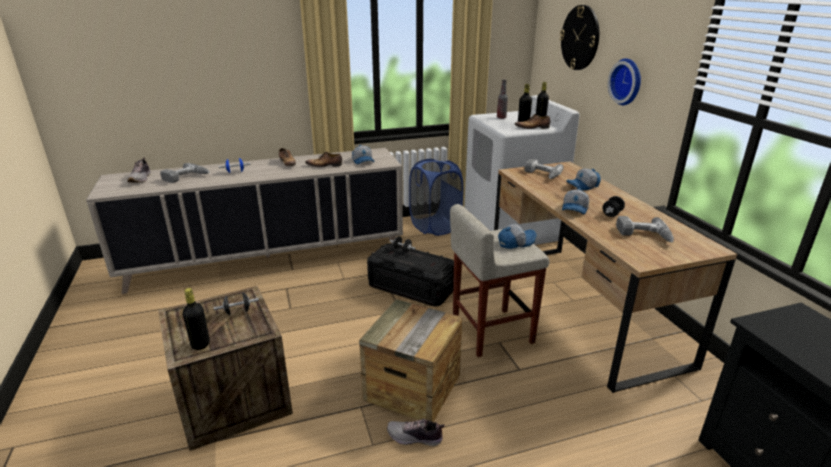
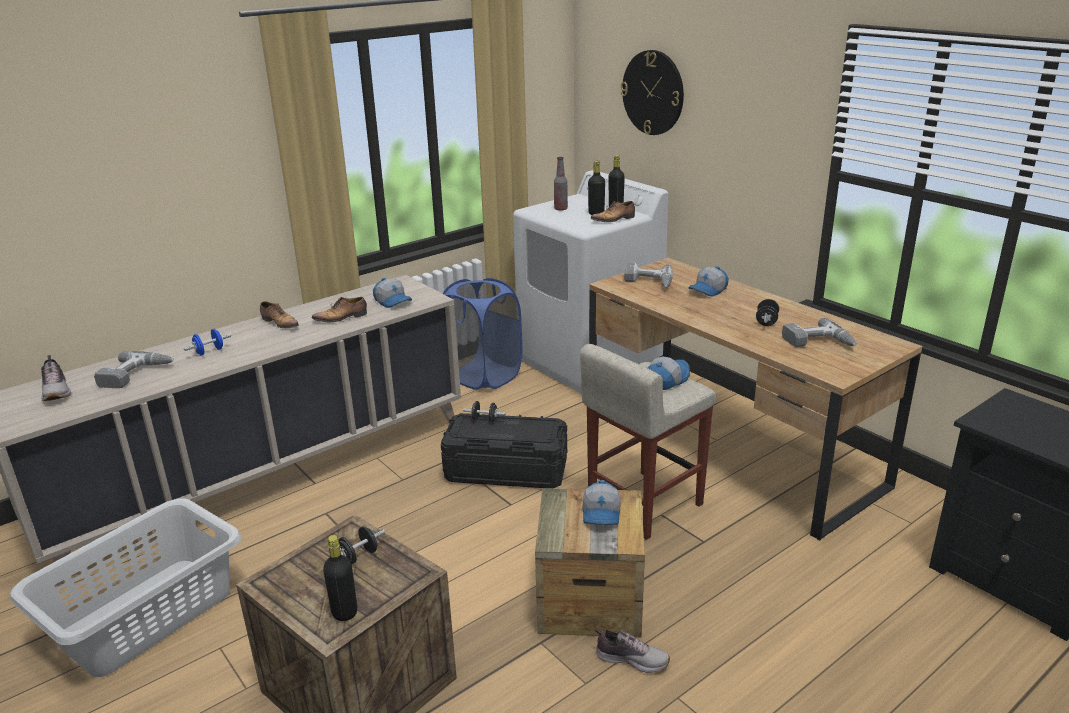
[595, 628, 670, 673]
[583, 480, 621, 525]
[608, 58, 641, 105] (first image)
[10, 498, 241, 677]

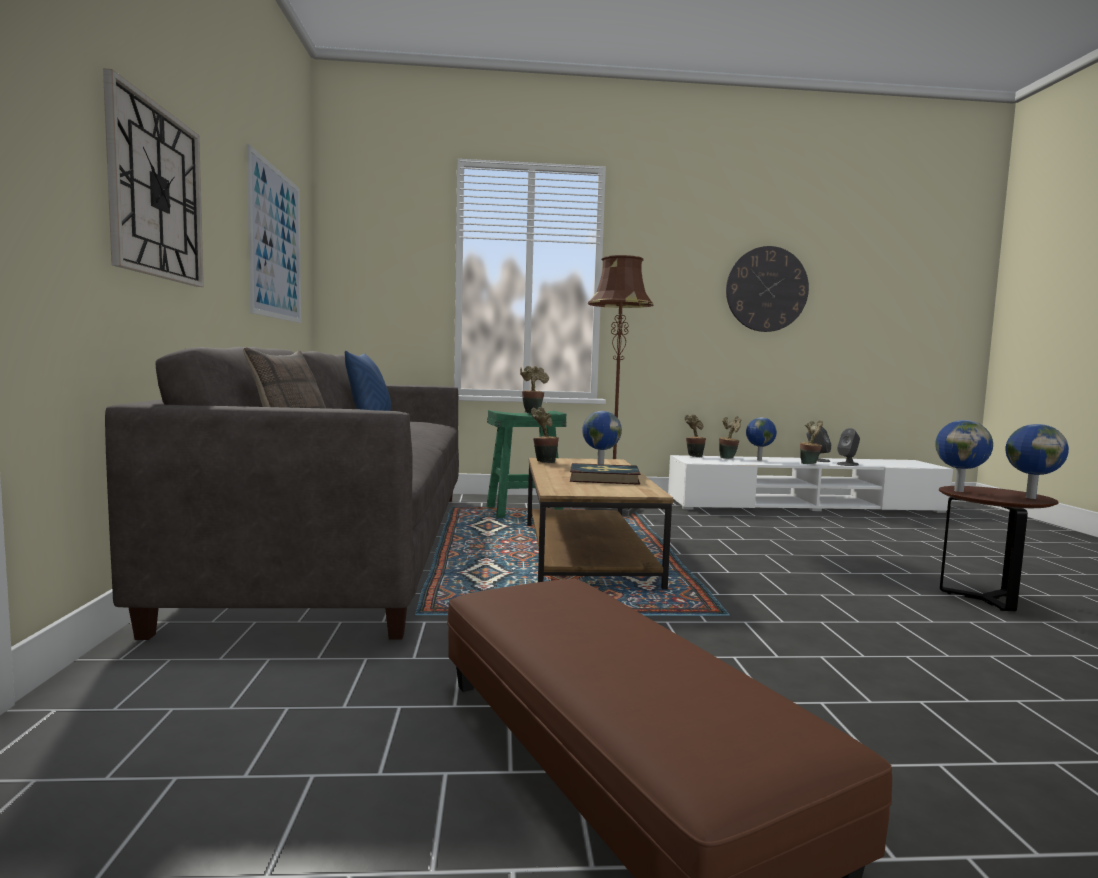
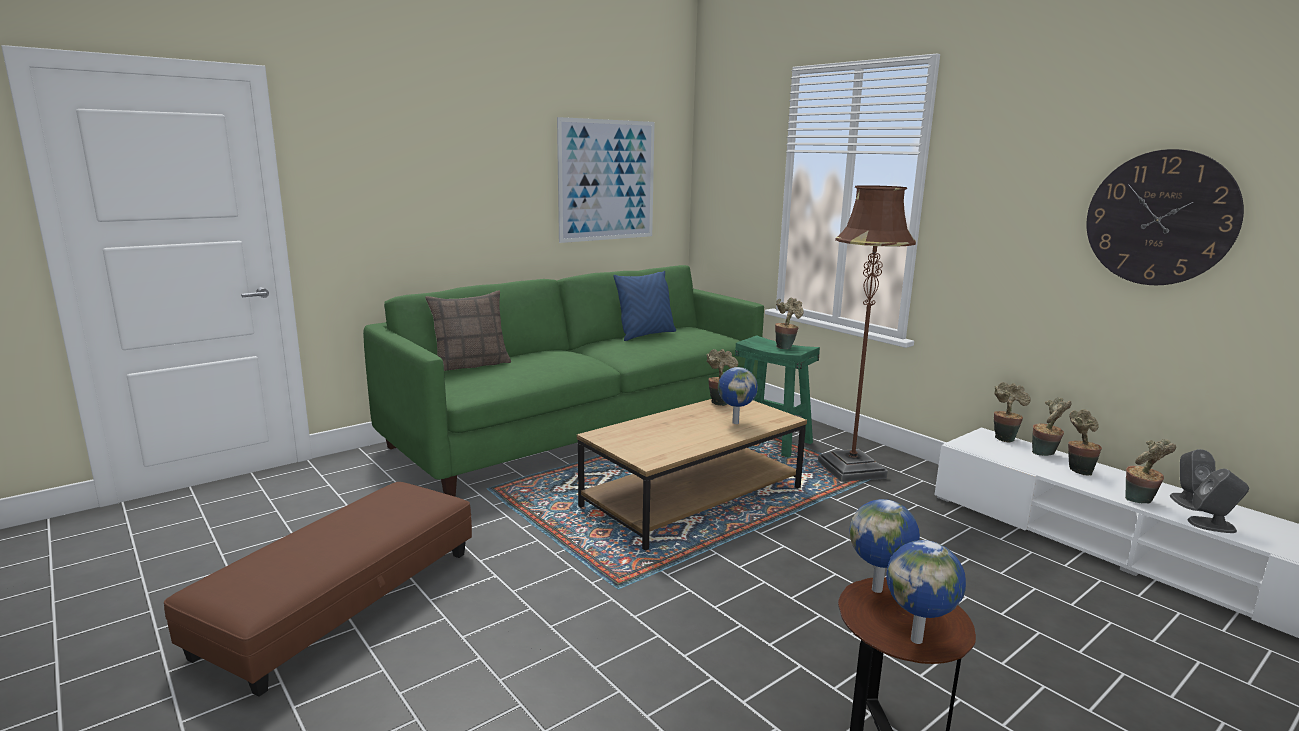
[103, 68, 204, 287] (first image)
[363, 265, 764, 496]
[570, 463, 641, 485] (first image)
[1068, 409, 1102, 476]

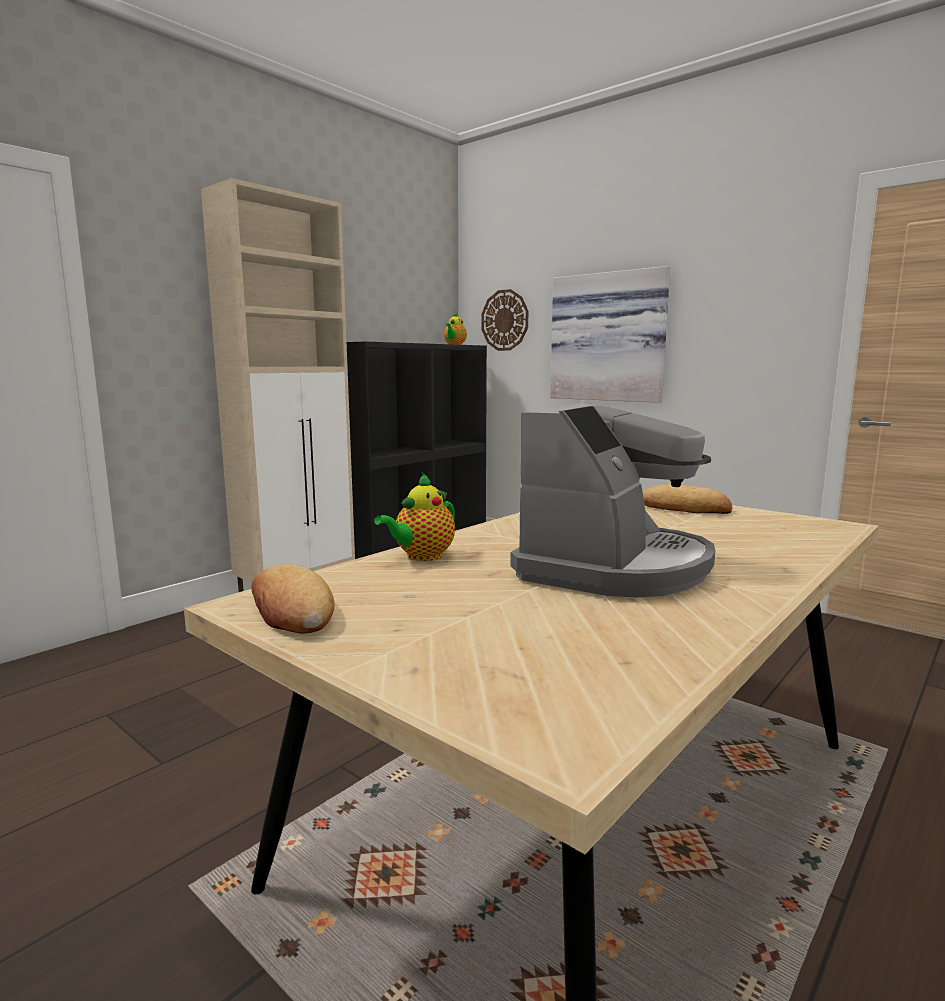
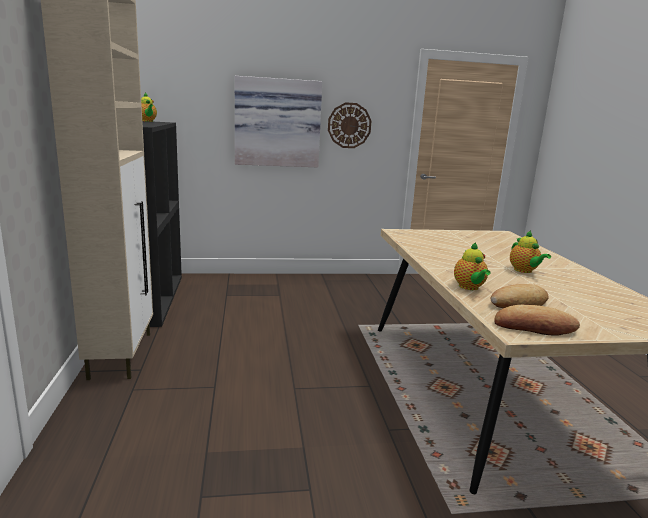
[328, 102, 371, 148]
[510, 231, 551, 273]
[490, 284, 549, 308]

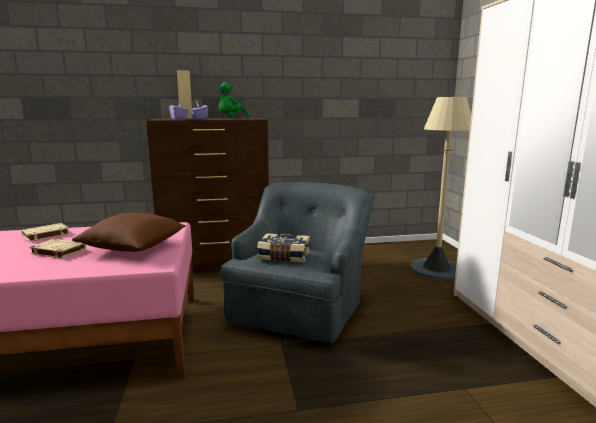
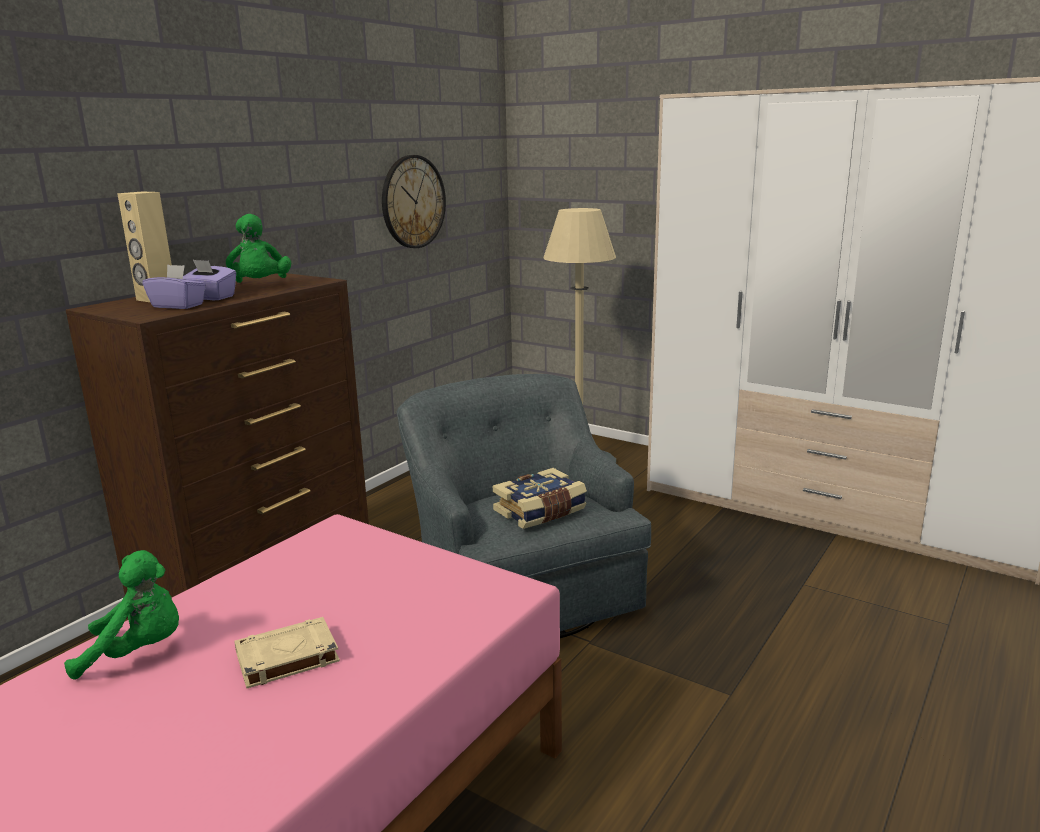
[64, 550, 179, 680]
[72, 213, 186, 252] (first image)
[382, 155, 446, 248]

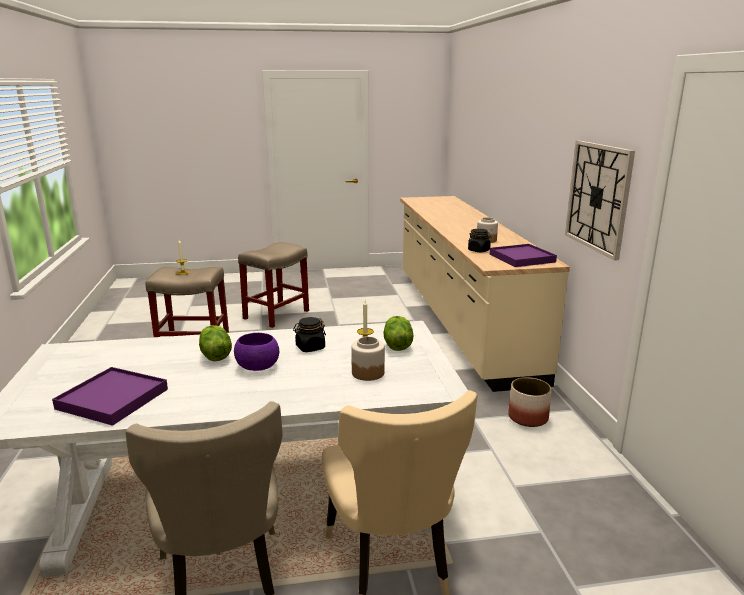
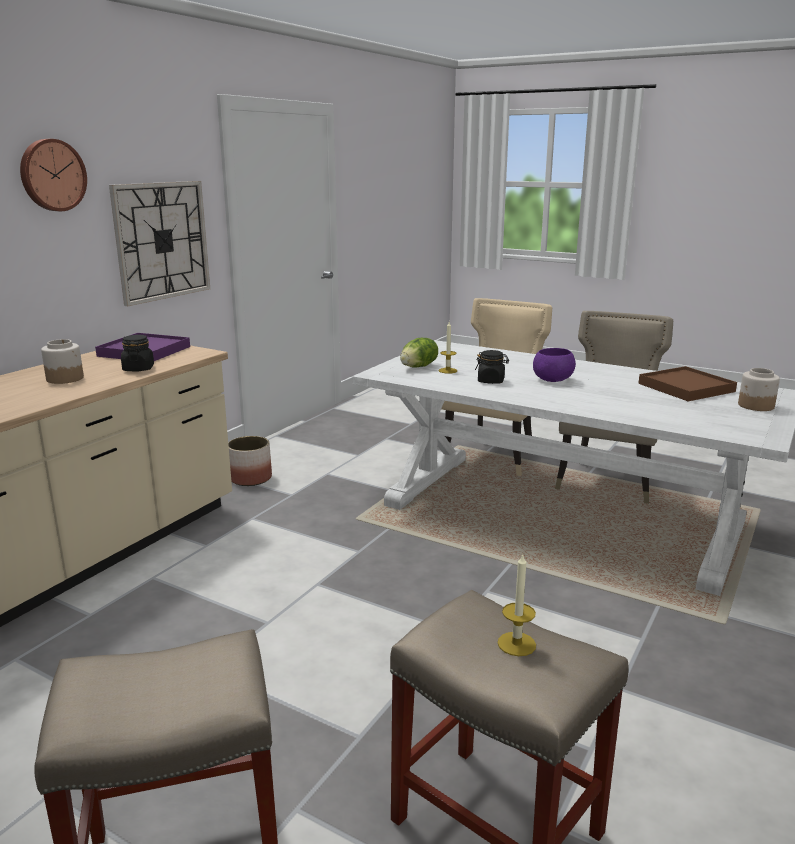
[638, 366, 737, 401]
[199, 325, 232, 361] (first image)
[738, 368, 780, 411]
[20, 139, 87, 211]

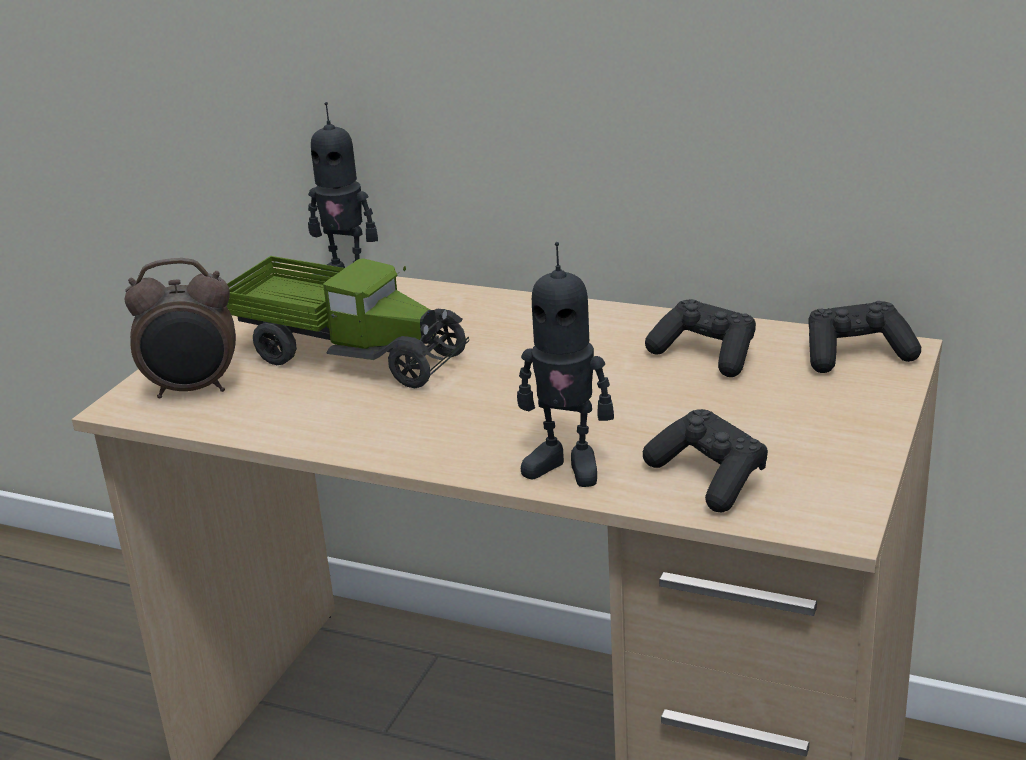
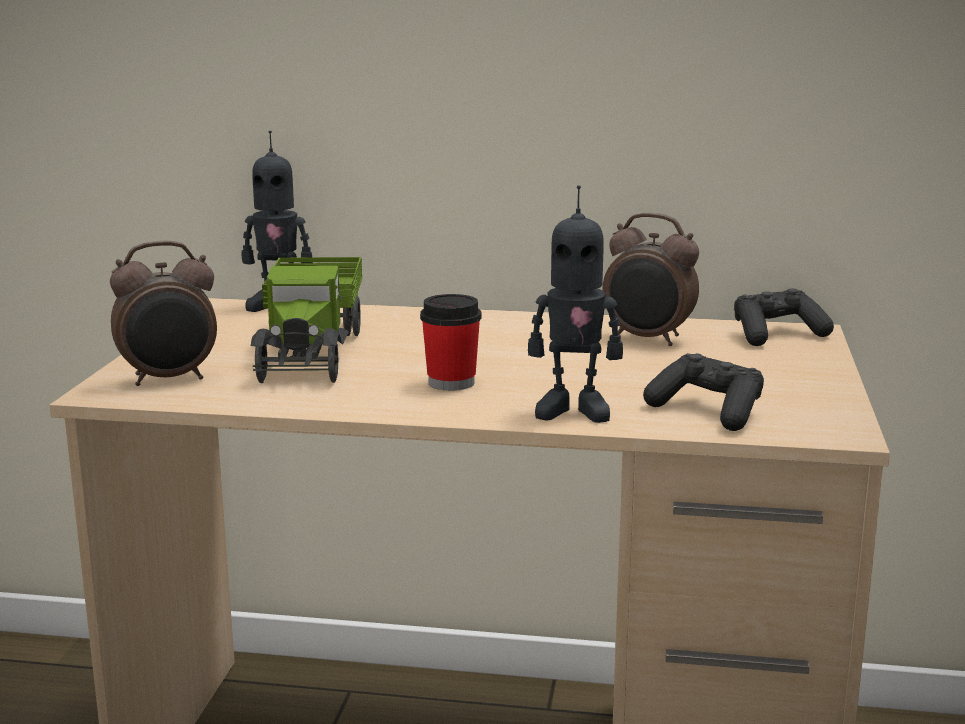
[251, 257, 362, 383]
[602, 213, 699, 346]
[420, 294, 482, 391]

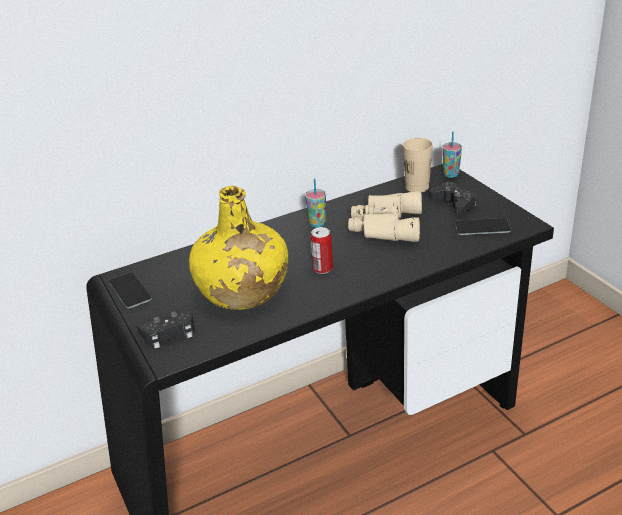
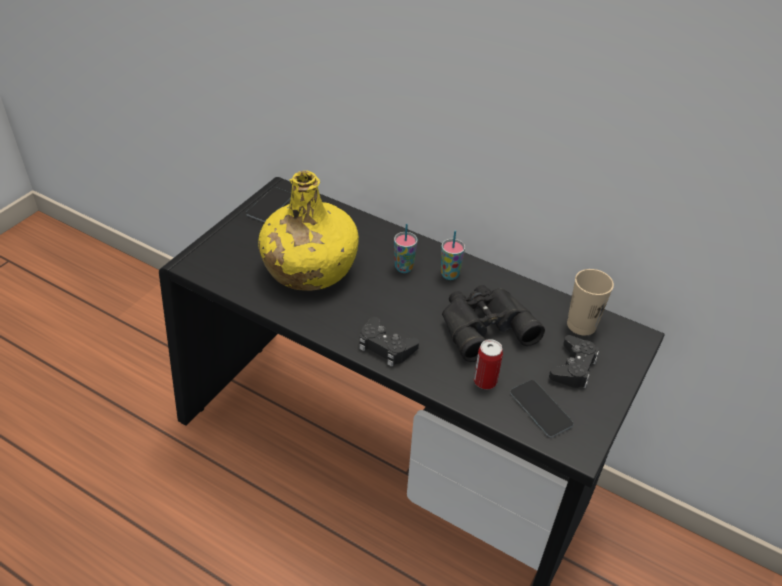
[359, 317, 419, 367]
[474, 339, 503, 389]
[442, 285, 545, 362]
[394, 224, 418, 273]

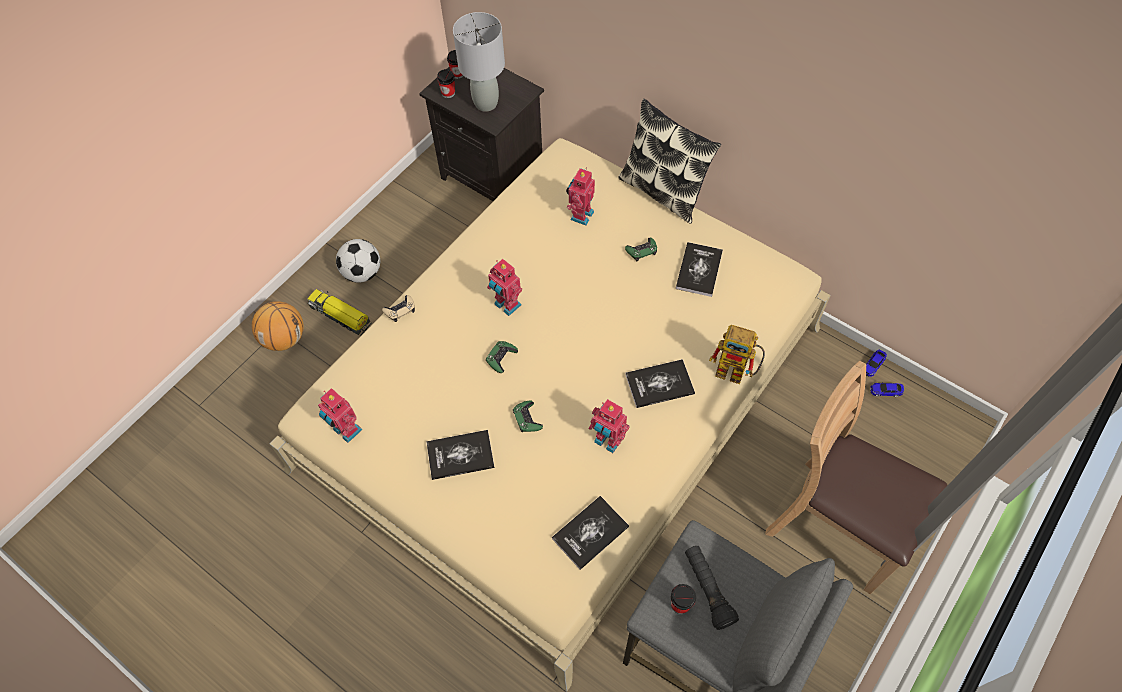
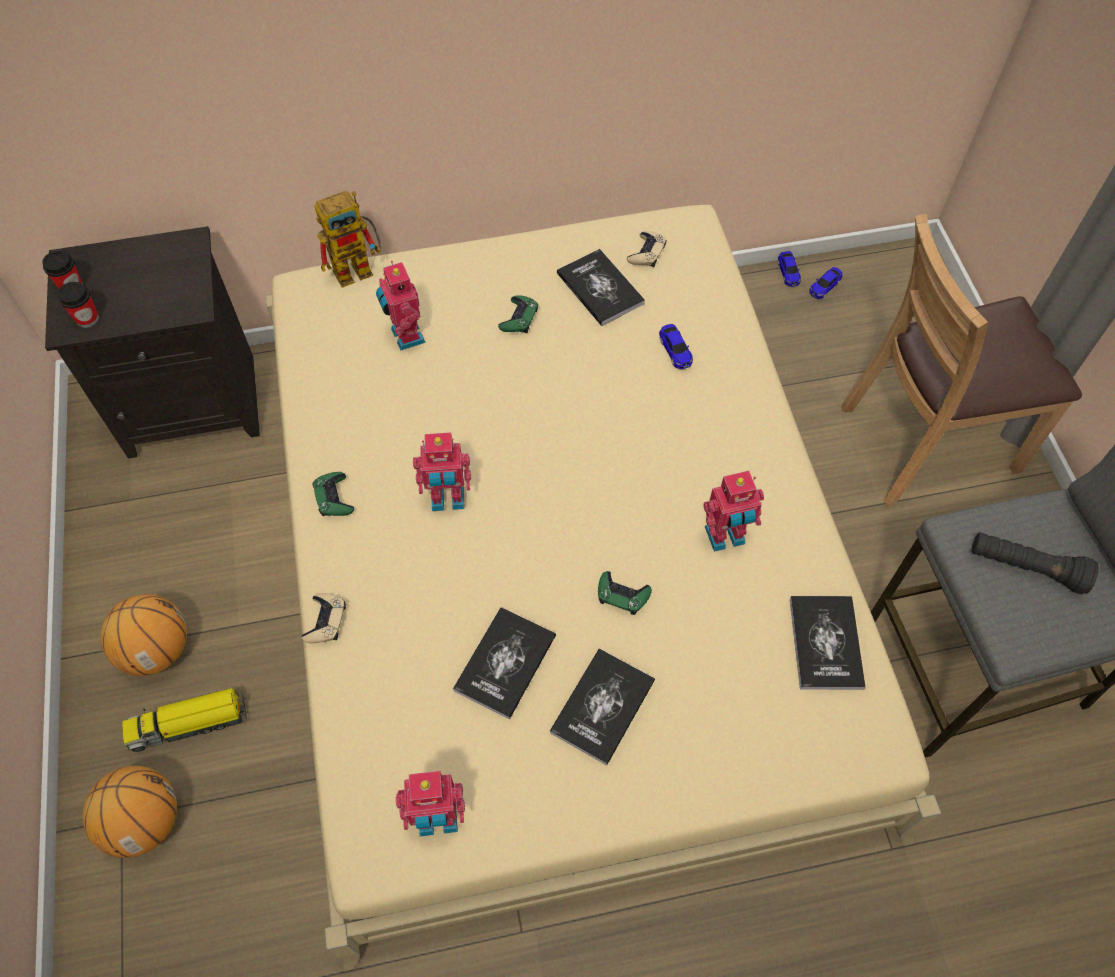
[100, 594, 187, 676]
[453, 12, 505, 112] (first image)
[313, 472, 354, 516]
[618, 99, 721, 224] (first image)
[453, 607, 556, 720]
[671, 584, 696, 614] (first image)
[314, 191, 381, 288]
[627, 231, 666, 267]
[659, 324, 693, 369]

